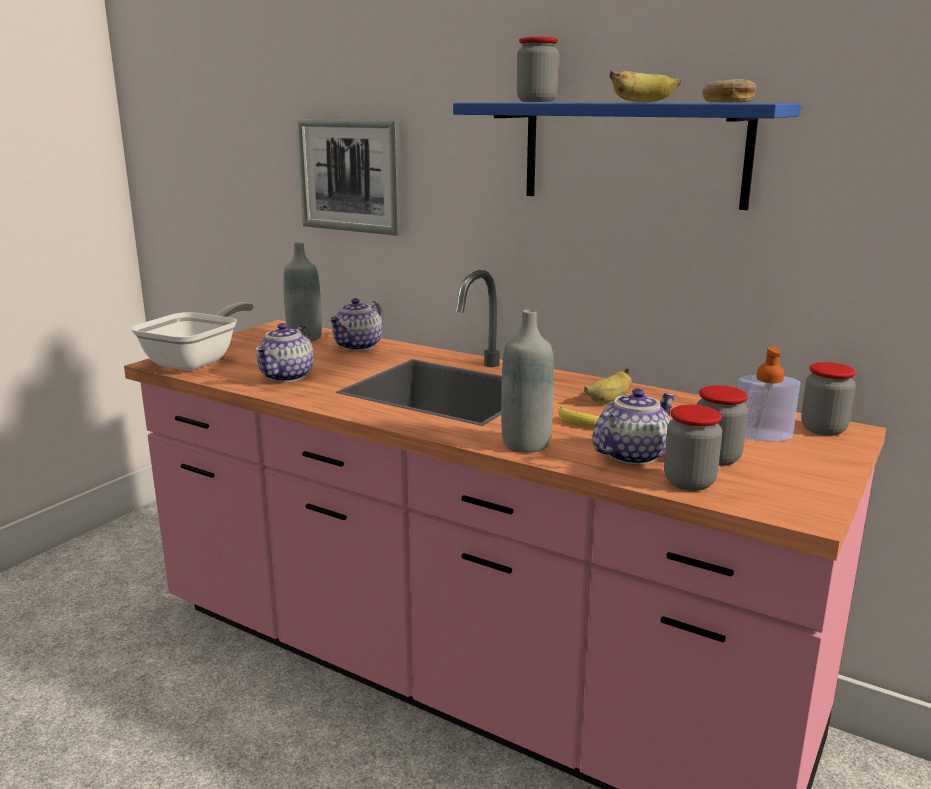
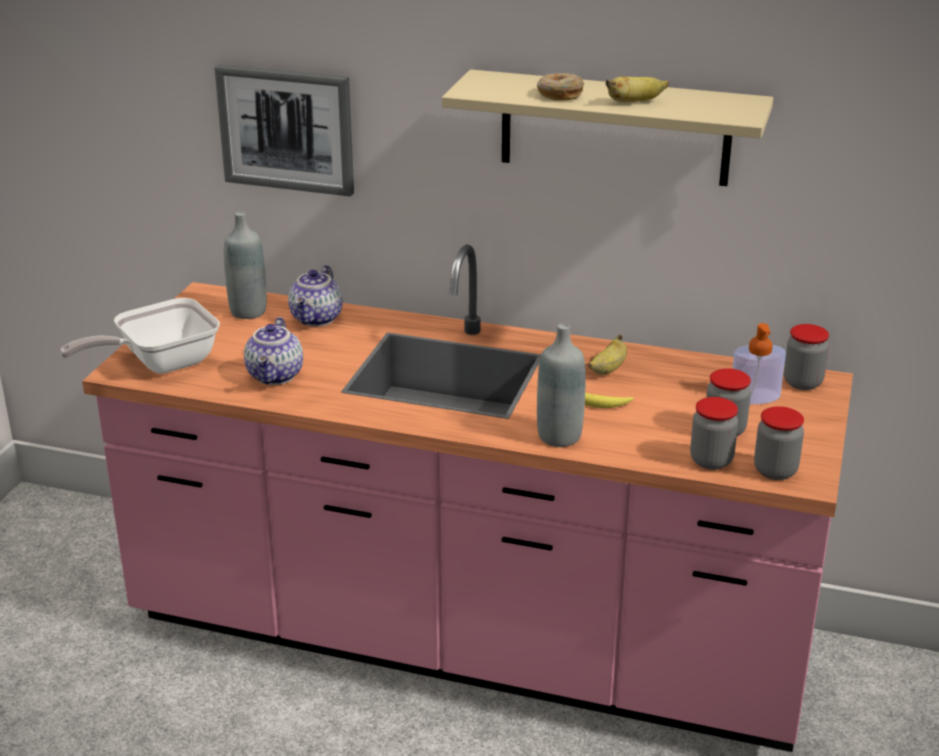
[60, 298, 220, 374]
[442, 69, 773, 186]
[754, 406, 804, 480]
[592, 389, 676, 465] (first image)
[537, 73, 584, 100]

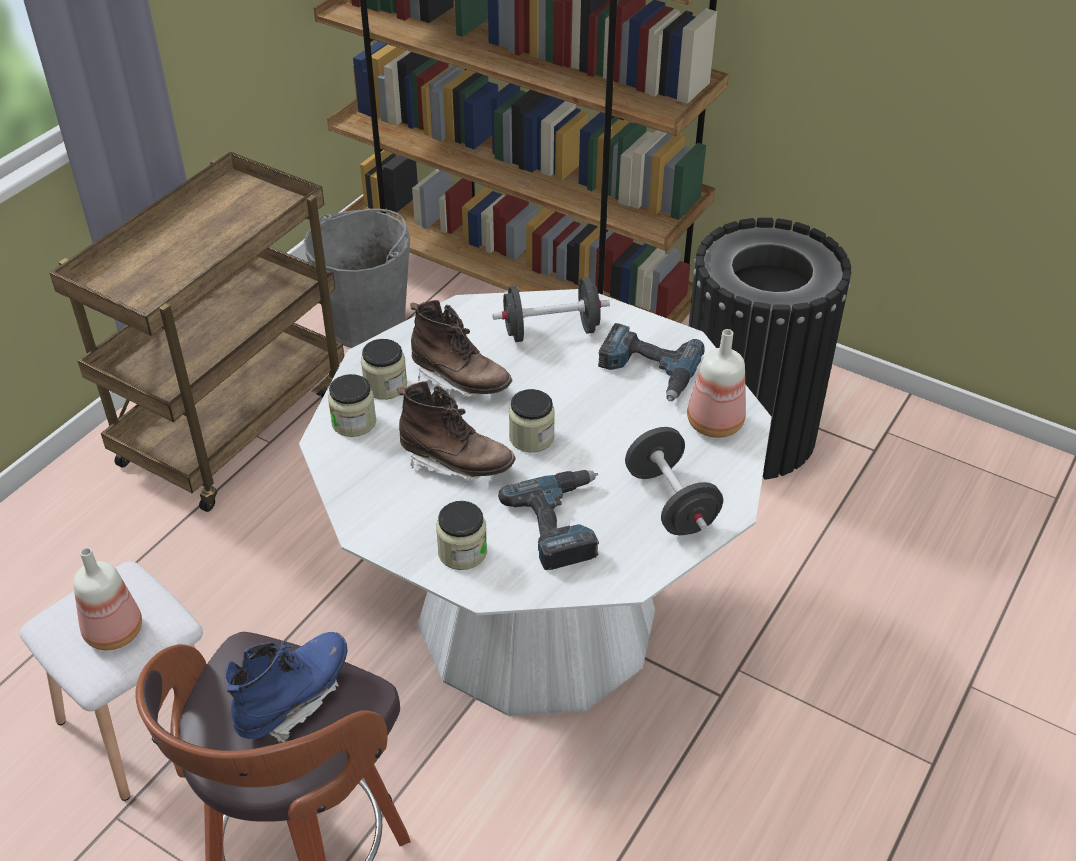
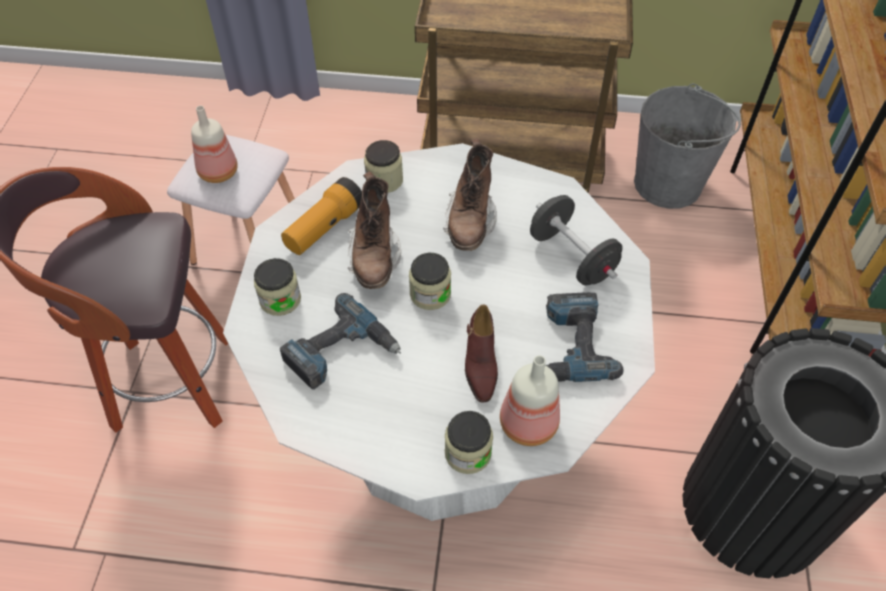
[225, 632, 348, 742] (first image)
[445, 411, 493, 474]
[625, 427, 723, 535] (first image)
[281, 177, 362, 255]
[465, 305, 498, 403]

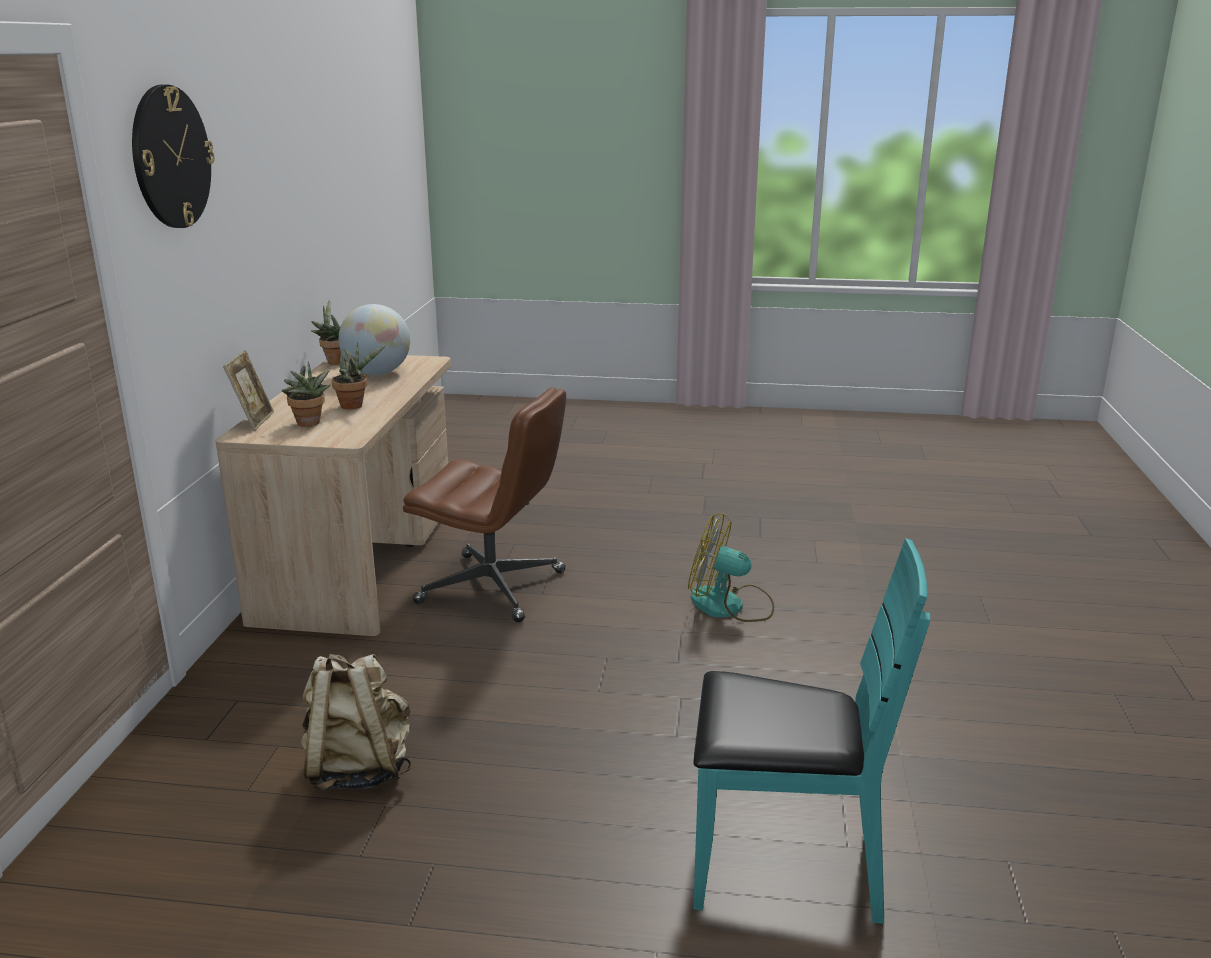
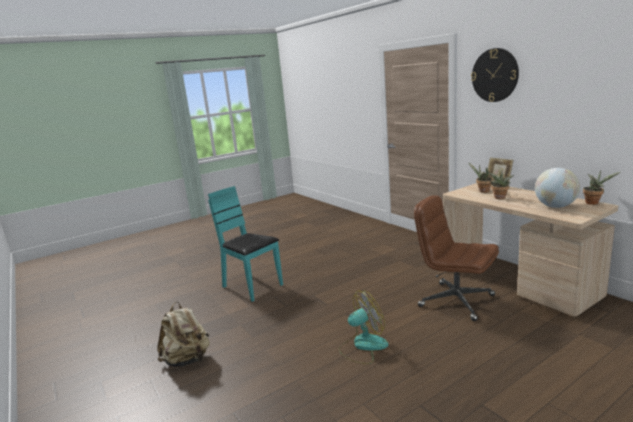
[157, 302, 210, 367]
[414, 195, 499, 321]
[208, 186, 283, 302]

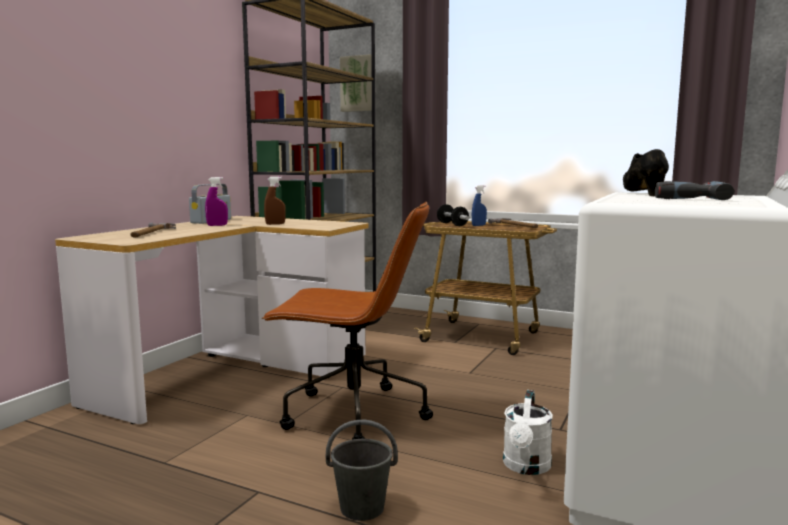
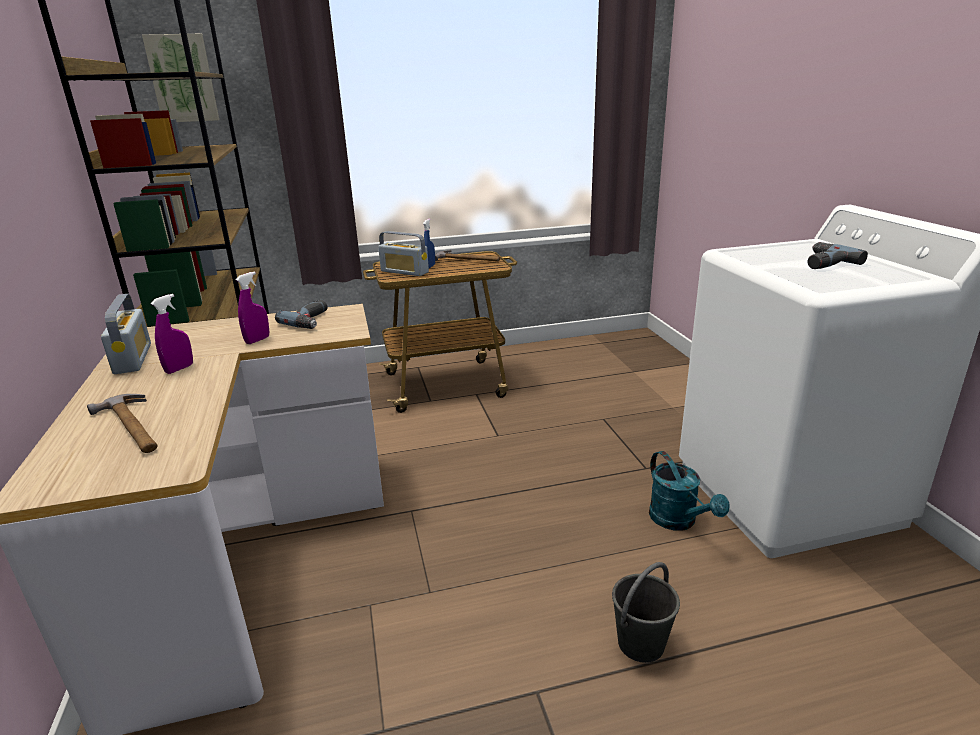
[262, 202, 433, 440] (first image)
[236, 272, 269, 344]
[378, 231, 429, 276]
[649, 451, 729, 530]
[623, 149, 669, 196] (first image)
[275, 300, 327, 329]

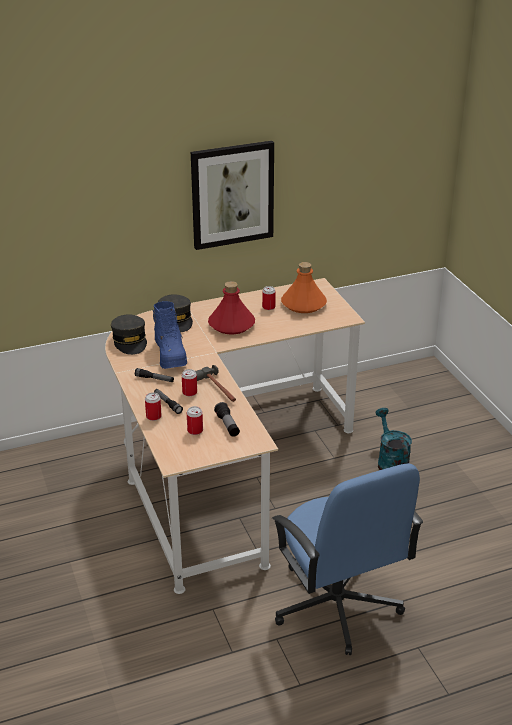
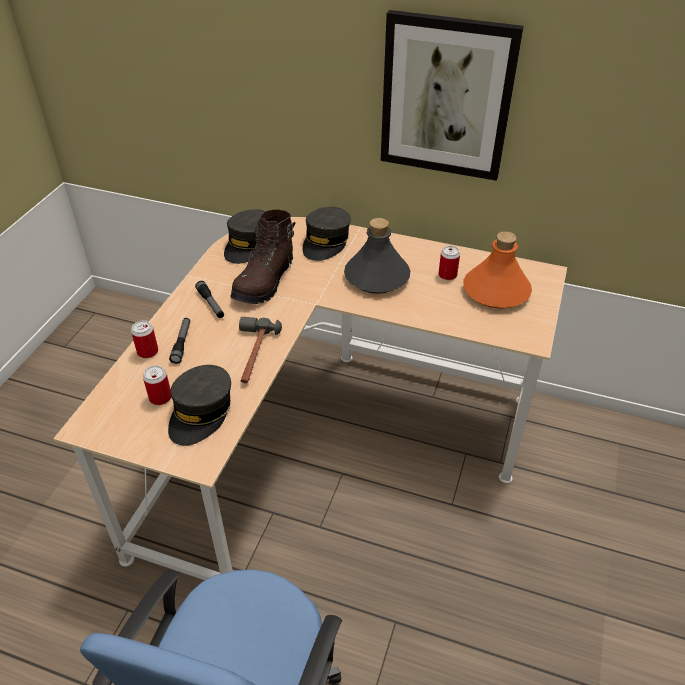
[231, 210, 295, 304]
[182, 369, 197, 396] (first image)
[344, 218, 410, 294]
[168, 365, 231, 446]
[375, 408, 412, 470] (first image)

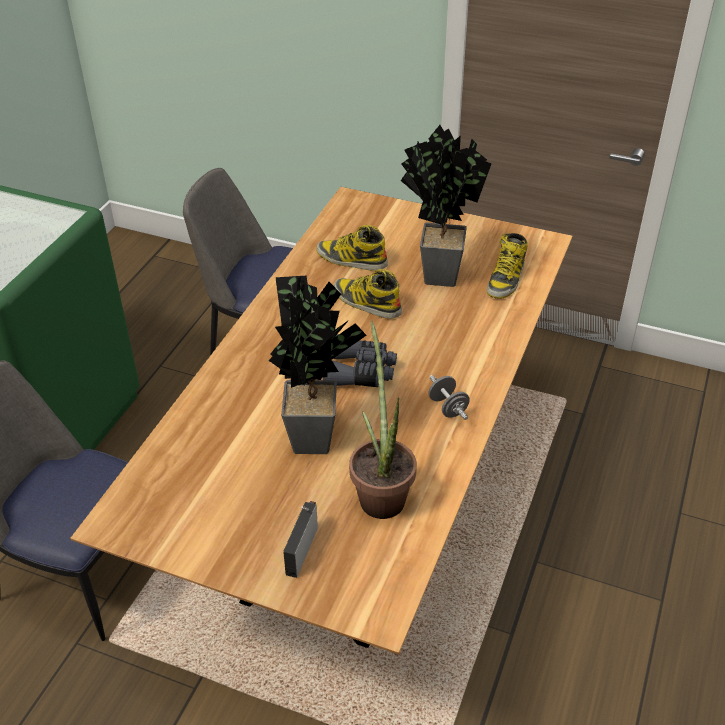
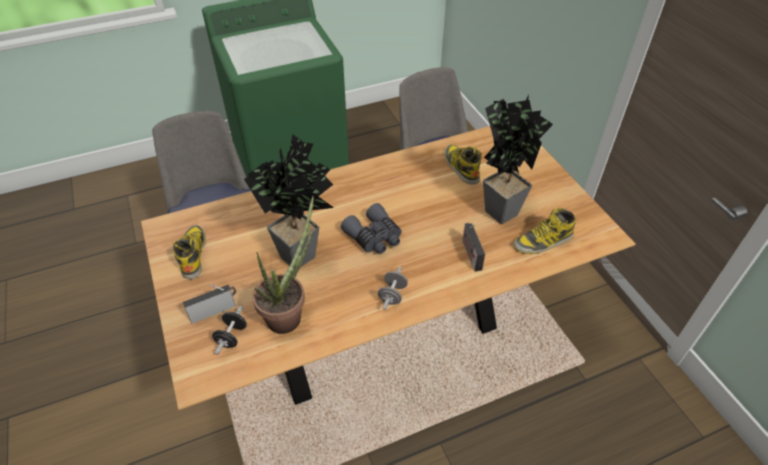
[173, 225, 206, 279]
[212, 306, 247, 355]
[462, 223, 485, 271]

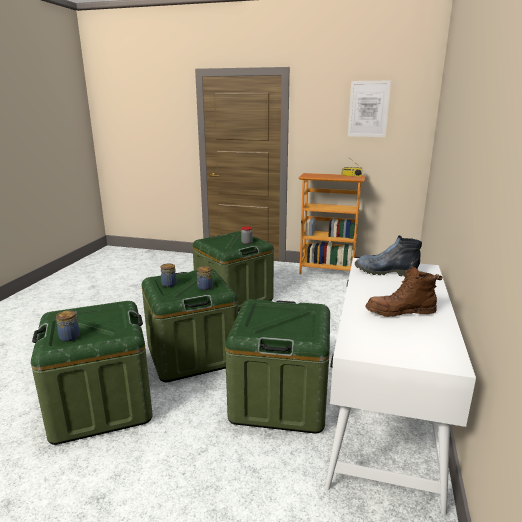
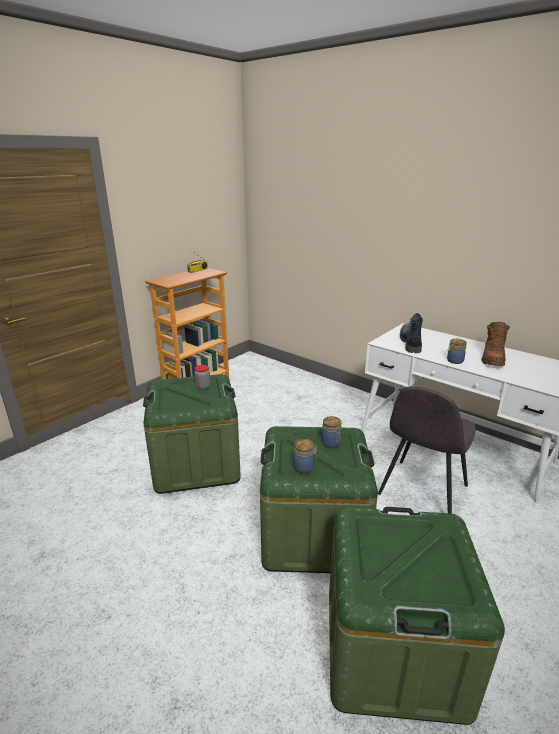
[447, 339, 467, 364]
[378, 386, 476, 514]
[348, 81, 391, 137] (first image)
[400, 313, 423, 353]

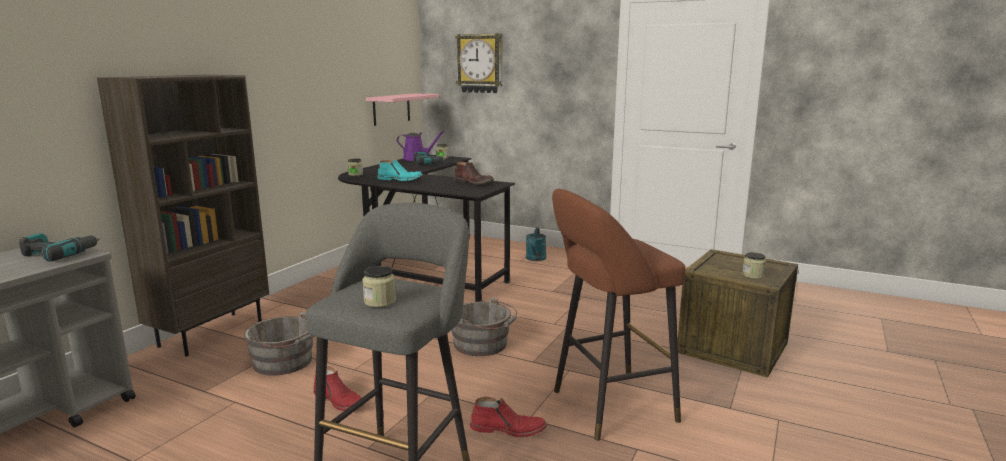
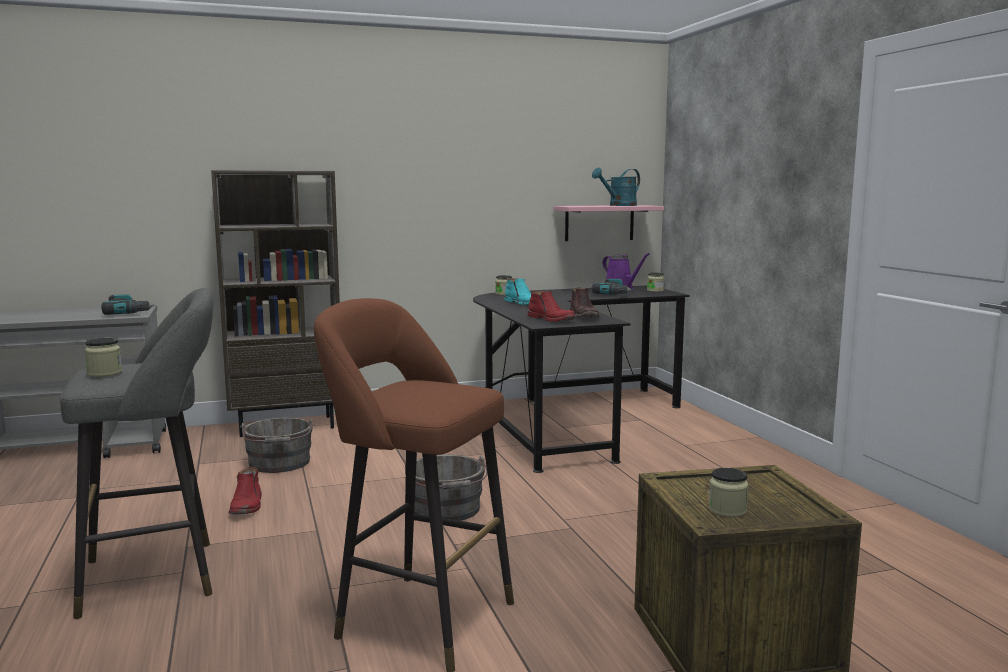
[455, 33, 502, 93] (first image)
[527, 291, 576, 322]
[592, 168, 640, 206]

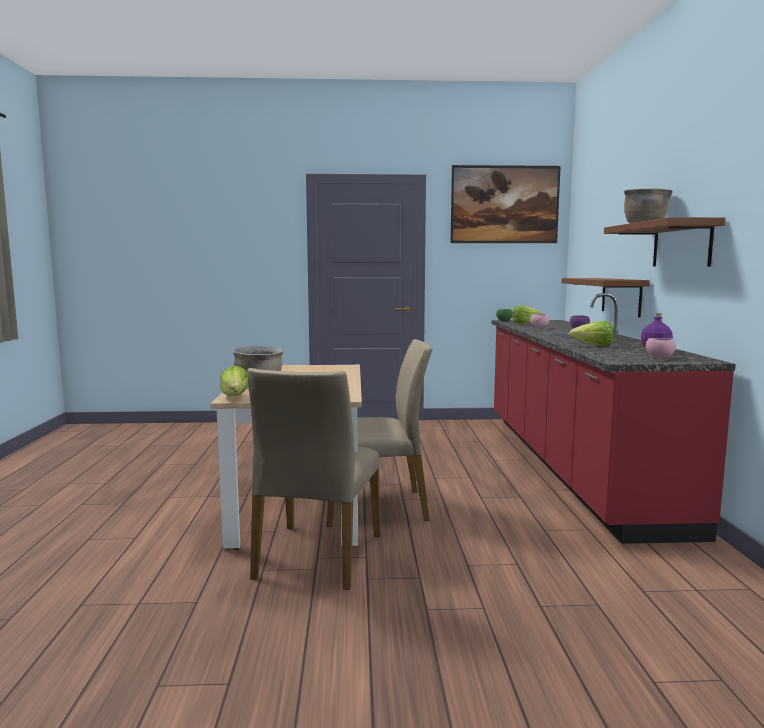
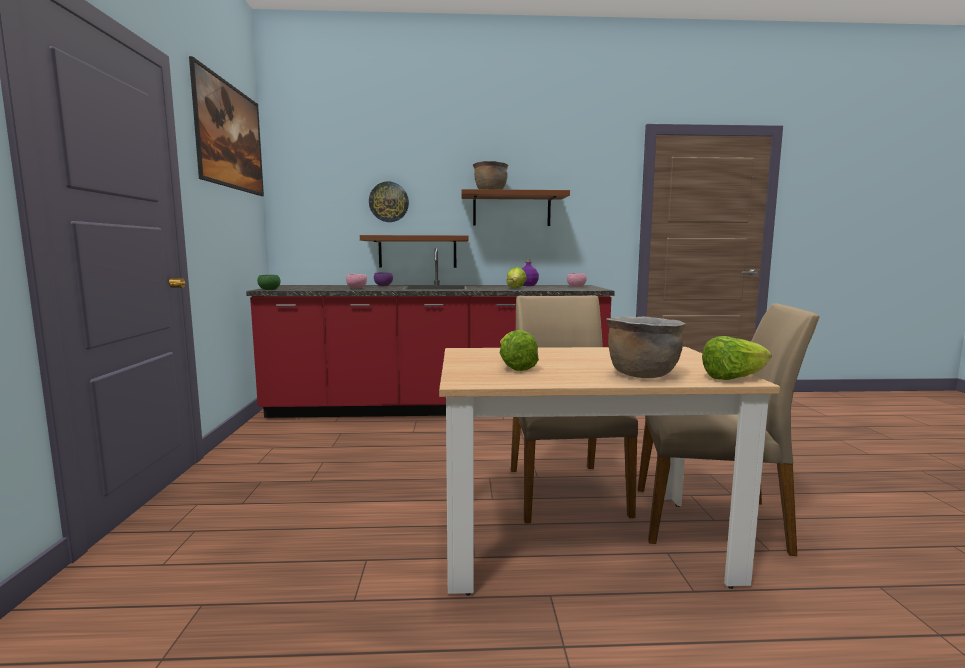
[500, 330, 539, 371]
[369, 182, 409, 222]

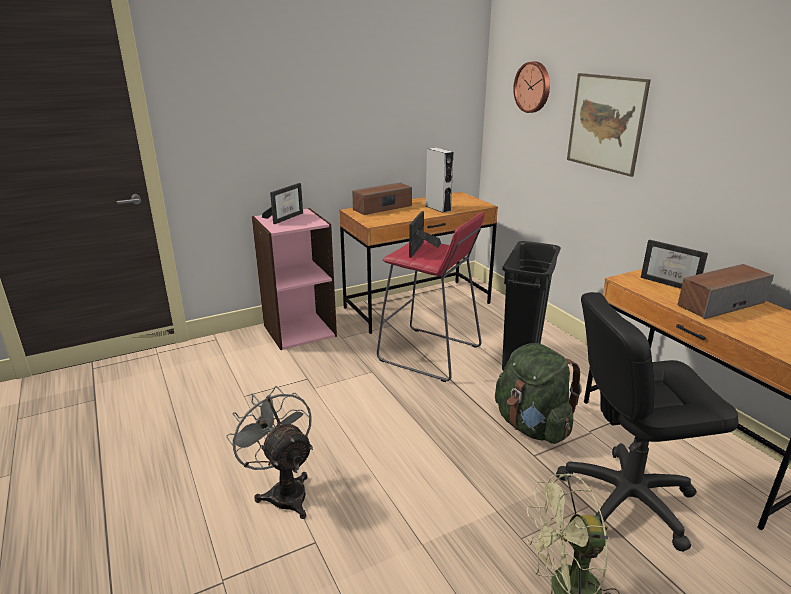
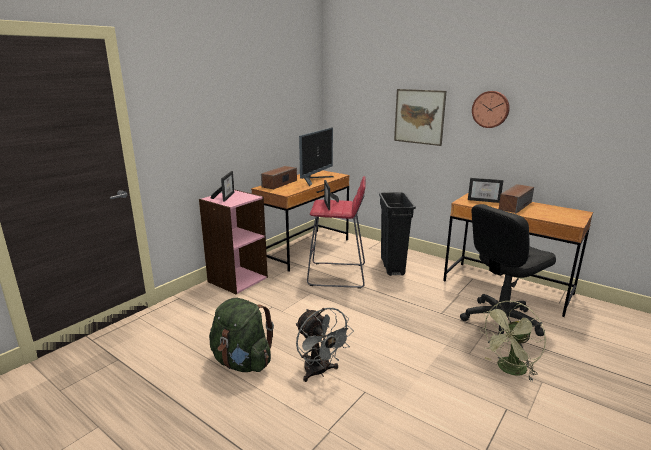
[296, 308, 354, 382]
[299, 127, 334, 186]
[209, 298, 274, 372]
[472, 91, 510, 128]

